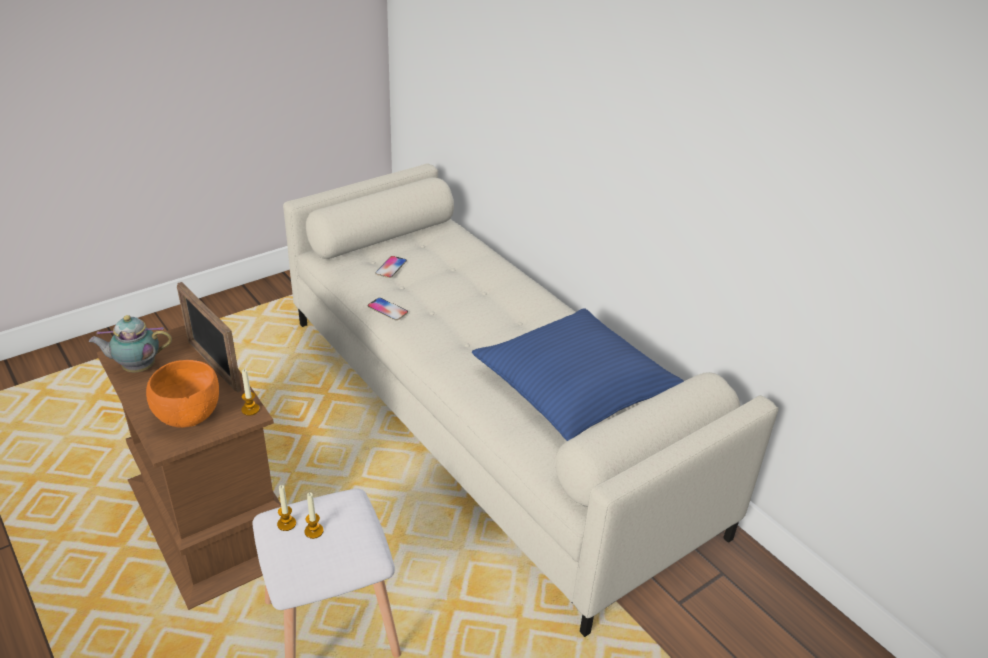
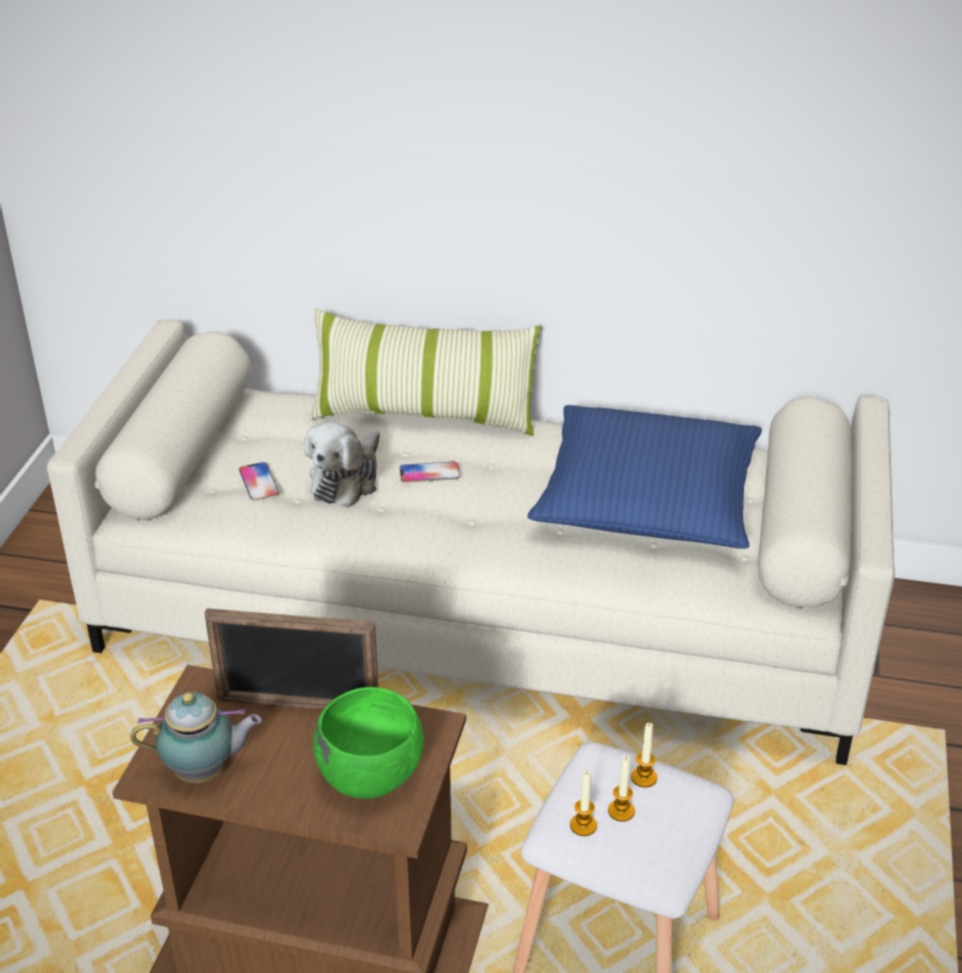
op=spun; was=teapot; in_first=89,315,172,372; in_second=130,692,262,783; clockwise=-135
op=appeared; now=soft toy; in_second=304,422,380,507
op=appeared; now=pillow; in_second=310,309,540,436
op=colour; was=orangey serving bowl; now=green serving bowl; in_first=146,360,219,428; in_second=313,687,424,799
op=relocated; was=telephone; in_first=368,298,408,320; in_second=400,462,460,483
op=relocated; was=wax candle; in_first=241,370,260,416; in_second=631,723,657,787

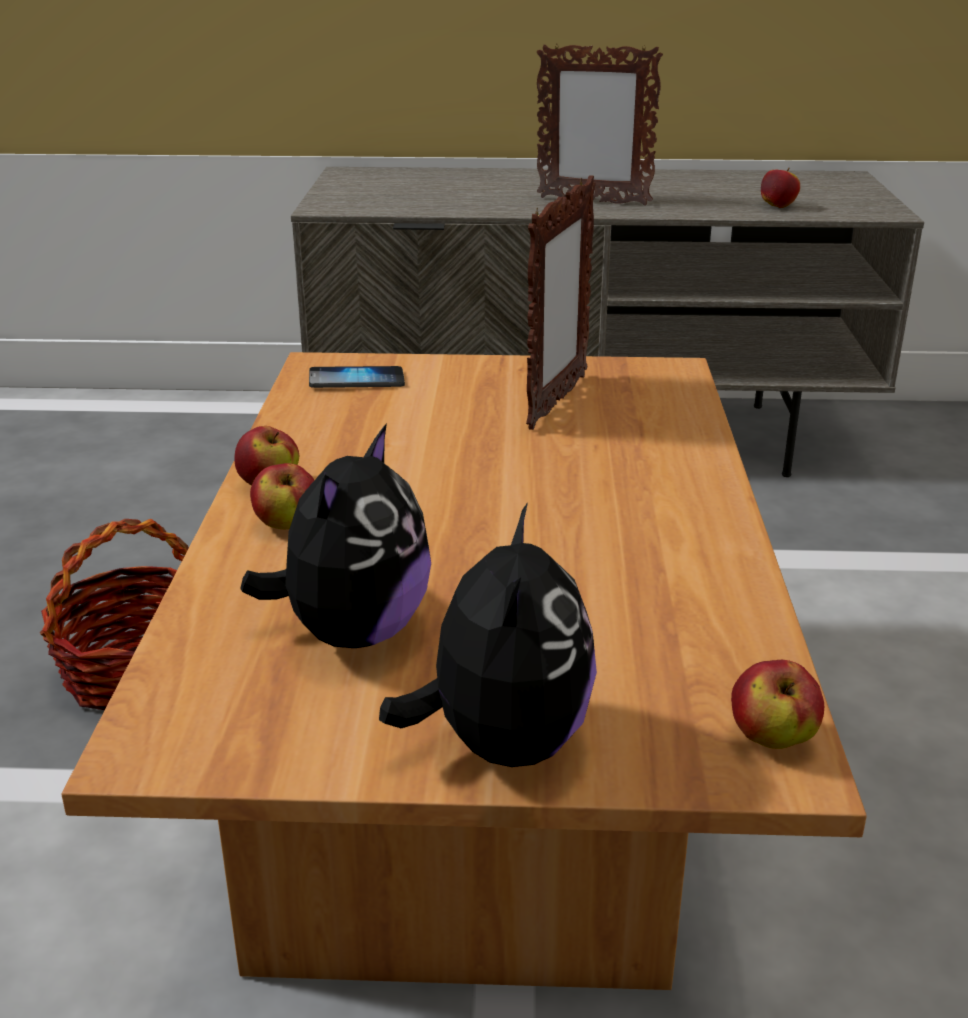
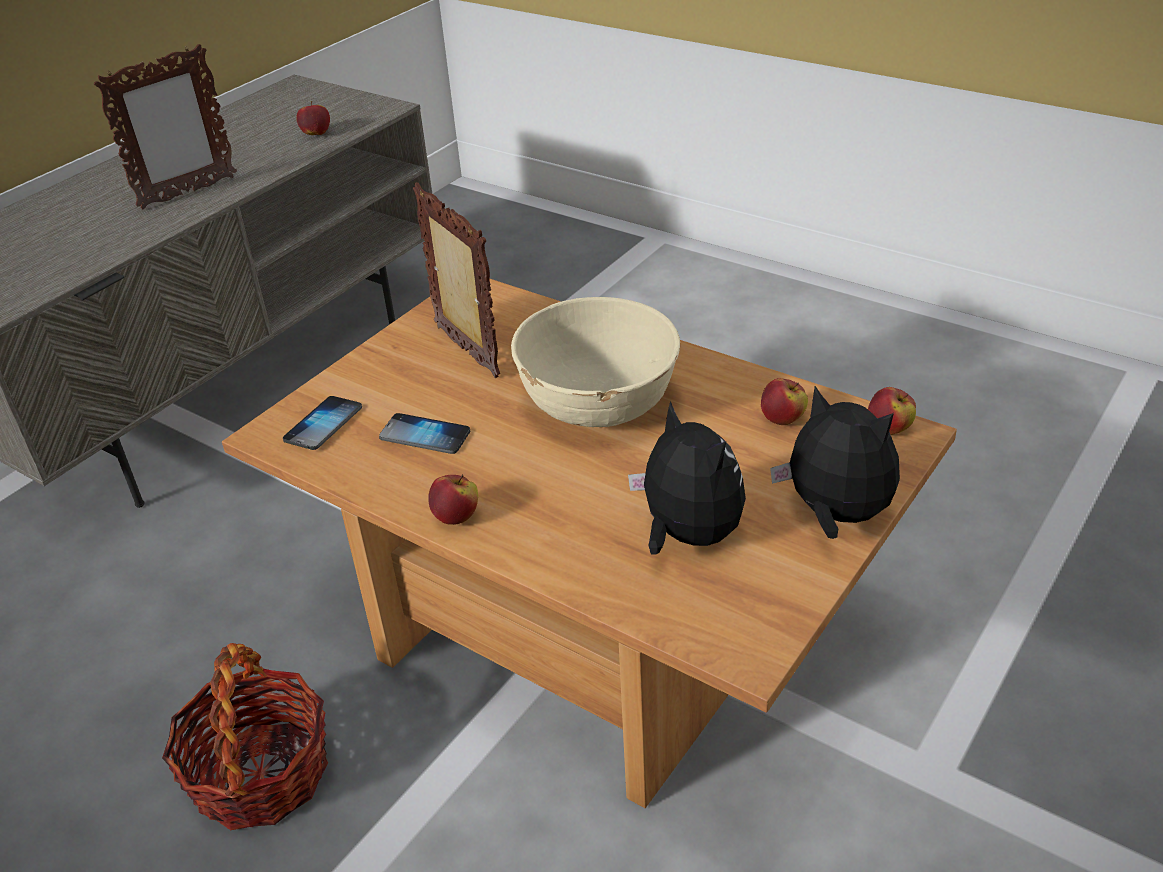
op=appeared; now=telephone; in_second=379,413,470,454
op=appeared; now=sand-coloured serving bowl; in_second=511,297,680,427
op=relocated; was=apple fruit; in_first=250,463,314,529; in_second=761,378,808,425

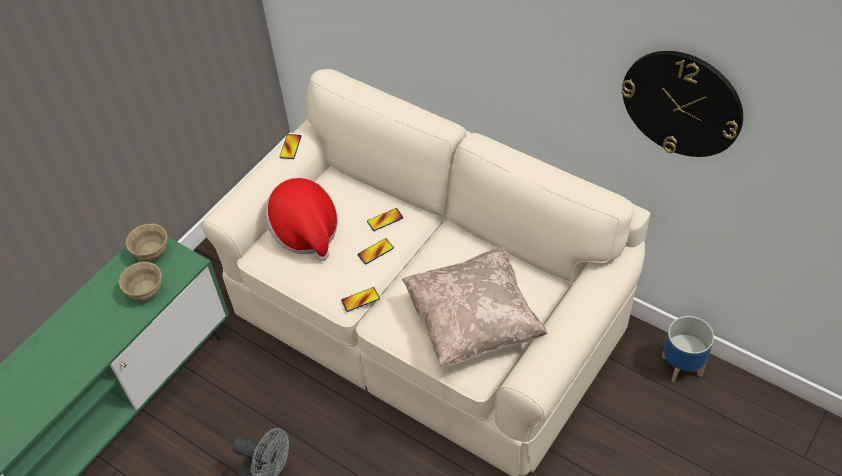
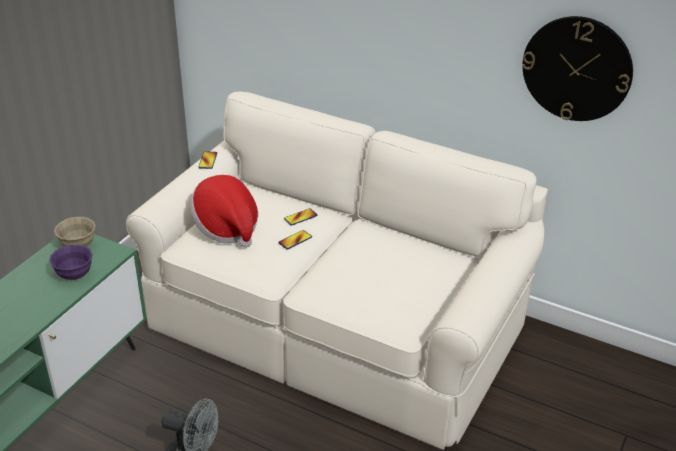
op=colour; was=sand-coloured serving bowl; now=purple serving bowl; in_first=119,262,162,301; in_second=49,245,93,280
op=missing; was=telephone; in_first=341,287,380,312
op=missing; was=sand-coloured pillow; in_first=402,247,547,369
op=missing; was=planter; in_first=662,316,714,383

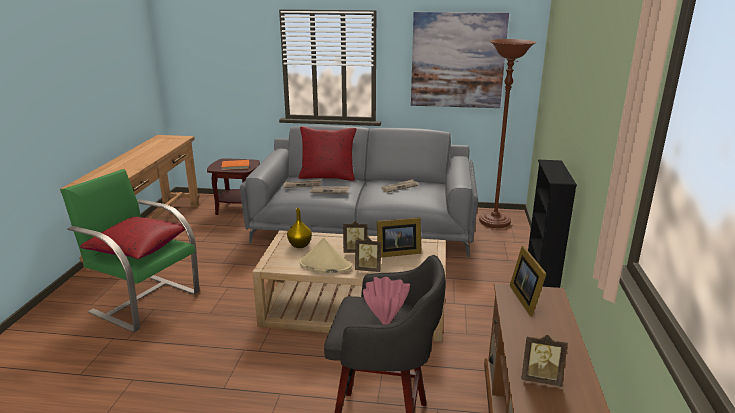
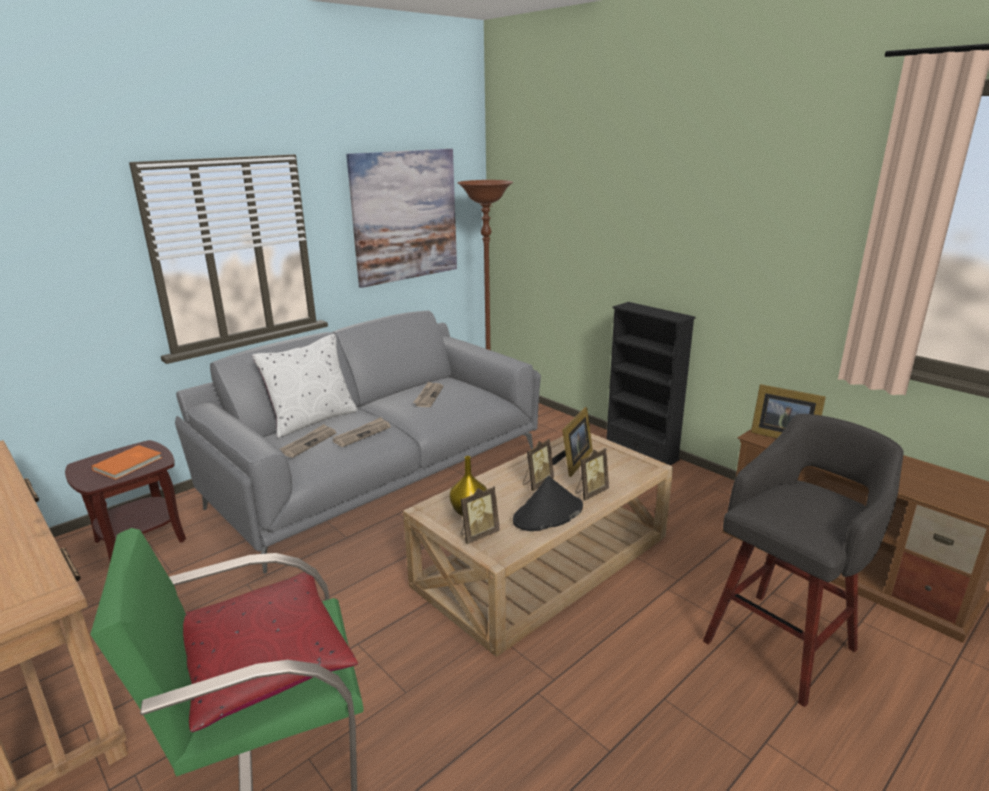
op=colour; was=reddish pillow; now=white-coloured pillow; in_first=299,126,357,181; in_second=252,334,358,438
op=relocated; was=photo frame; in_first=521,335,568,386; in_second=460,486,500,544
op=colour; was=sand-coloured wearable hat; now=blackish wearable hat; in_first=299,238,352,273; in_second=513,476,583,531
op=missing; was=pink vase; in_first=363,277,410,325

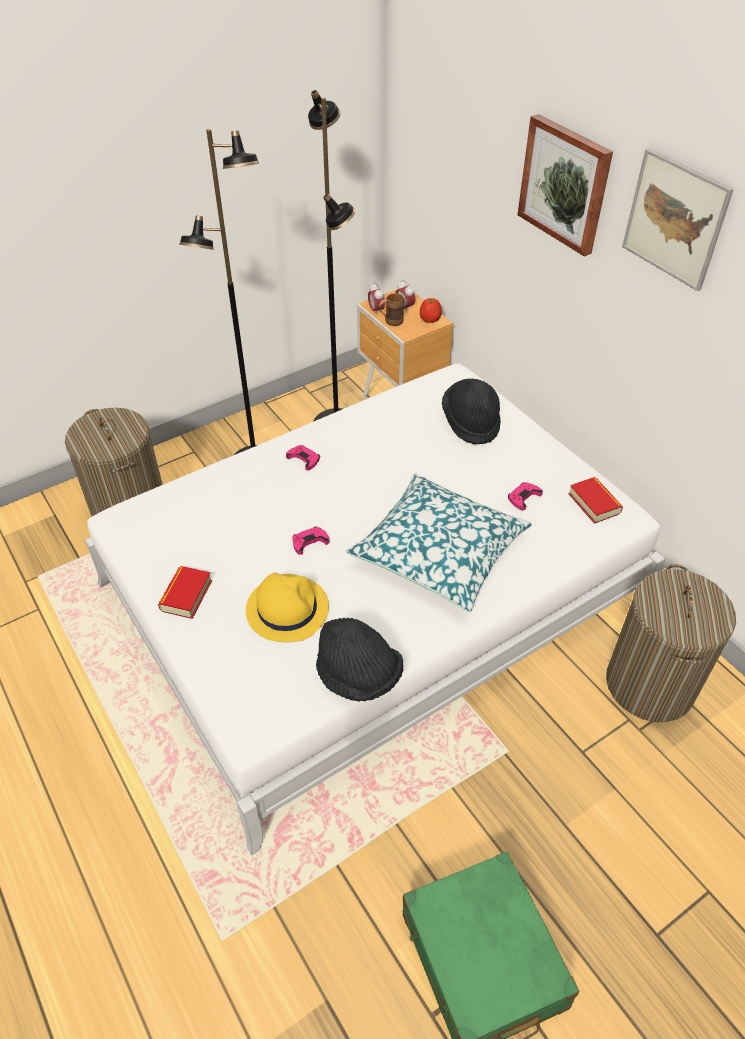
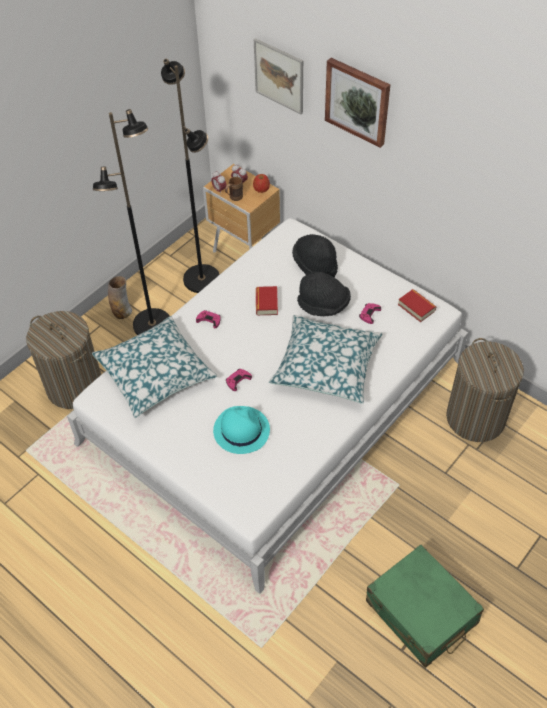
op=appeared; now=pillow; in_second=92,316,217,418
op=appeared; now=vase; in_second=108,276,132,319
op=colour; was=yellow wearable hat; now=turquoise wearable hat; in_first=246,573,329,642; in_second=213,406,270,454
op=relocated; was=wall art; in_first=622,148,734,291; in_second=254,38,303,114
op=relocated; was=book; in_first=158,566,212,619; in_second=256,286,278,315
op=relocated; was=blackish wearable hat; in_first=316,618,403,702; in_second=297,272,351,316

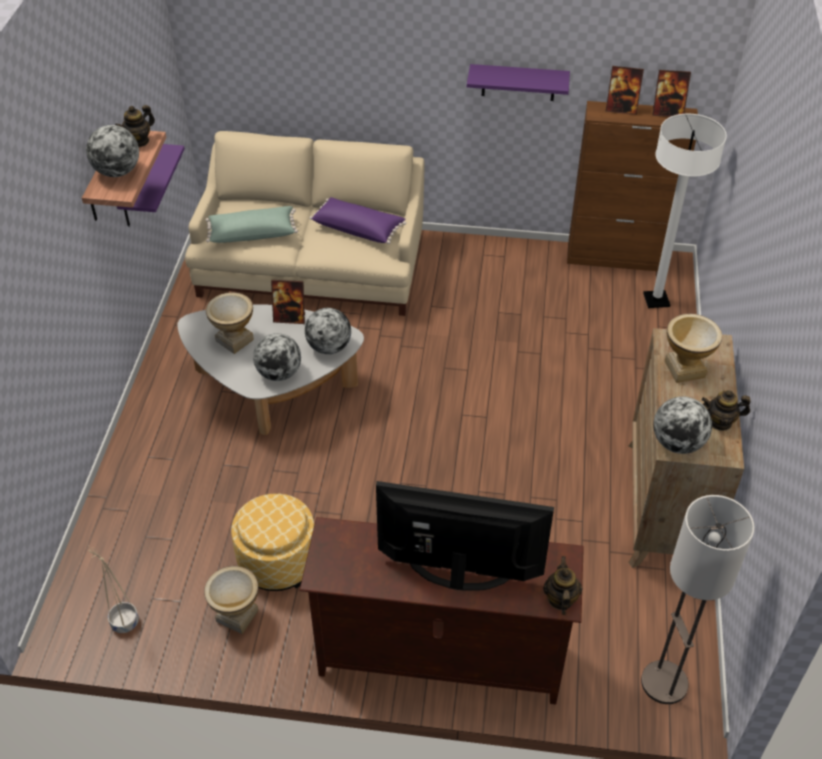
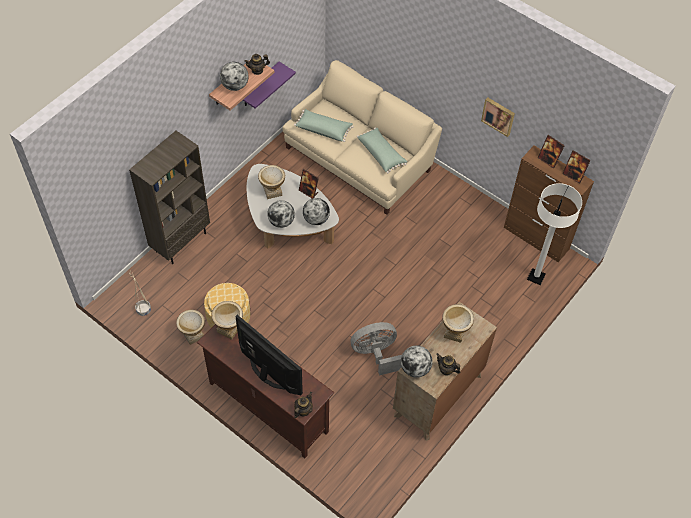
op=appeared; now=brown shelving unit; in_second=129,131,210,264
op=appeared; now=vase; in_second=212,301,243,340
op=appeared; now=grey electric fan; in_second=351,322,402,375
op=colour; was=purple pillow; now=green pillow; in_first=309,197,406,244; in_second=357,128,407,174
op=exchanged; was=purple shelf; now=wall art; in_first=467,64,570,101; in_second=481,97,515,137
op=missing; was=standard lamp; in_first=641,495,755,704

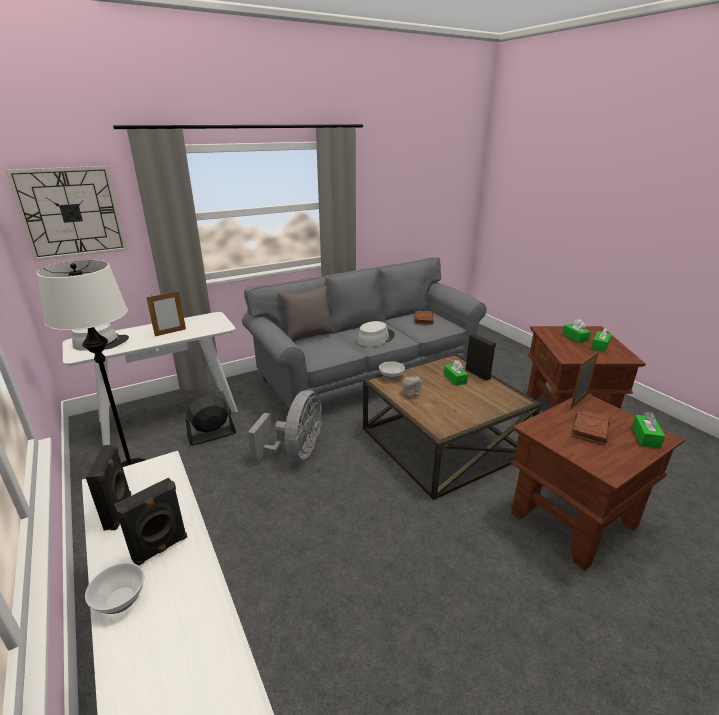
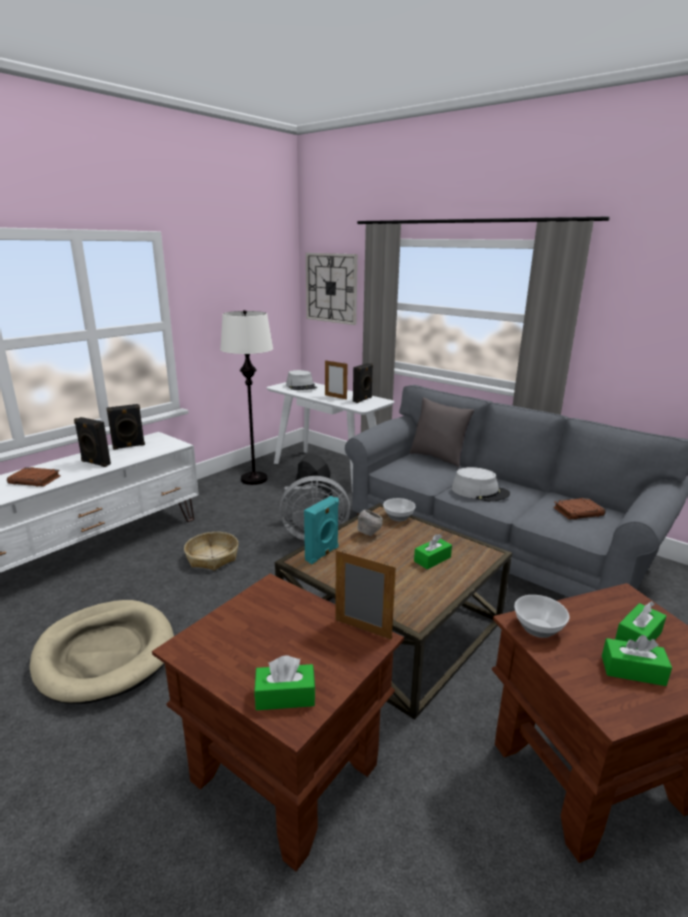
op=relocated; was=brown book; in_first=572,409,610,445; in_second=7,467,61,487
op=appeared; now=sand-coloured dog bed; in_second=30,600,174,704
op=appeared; now=storage basket; in_second=184,532,238,570
op=appeared; now=turquoise loudspeaker; in_second=304,496,339,564
op=relocated; was=blackish loudspeaker; in_first=465,333,496,381; in_second=353,363,373,403
op=relocated; was=serving bowl; in_first=85,562,144,614; in_second=514,595,569,638

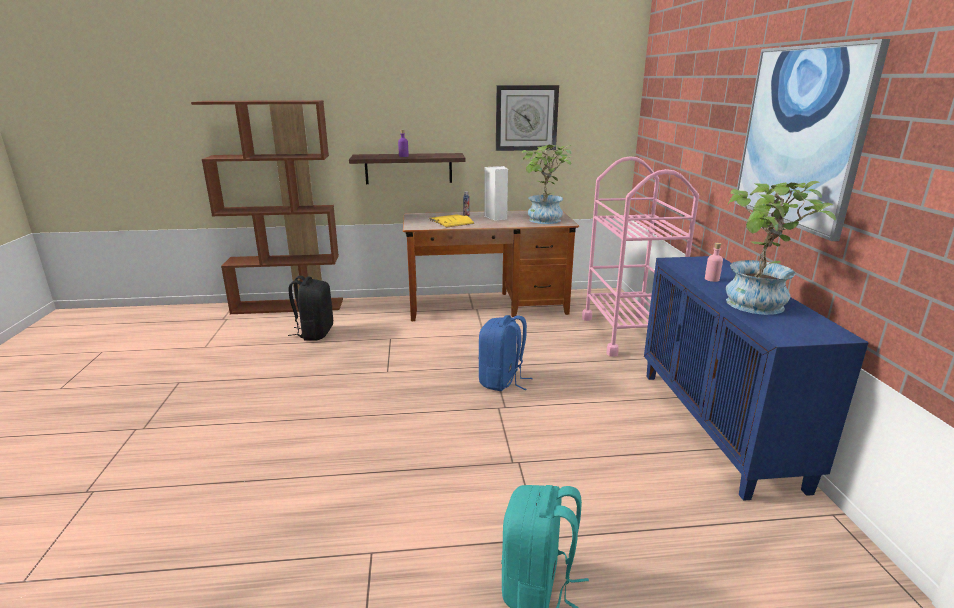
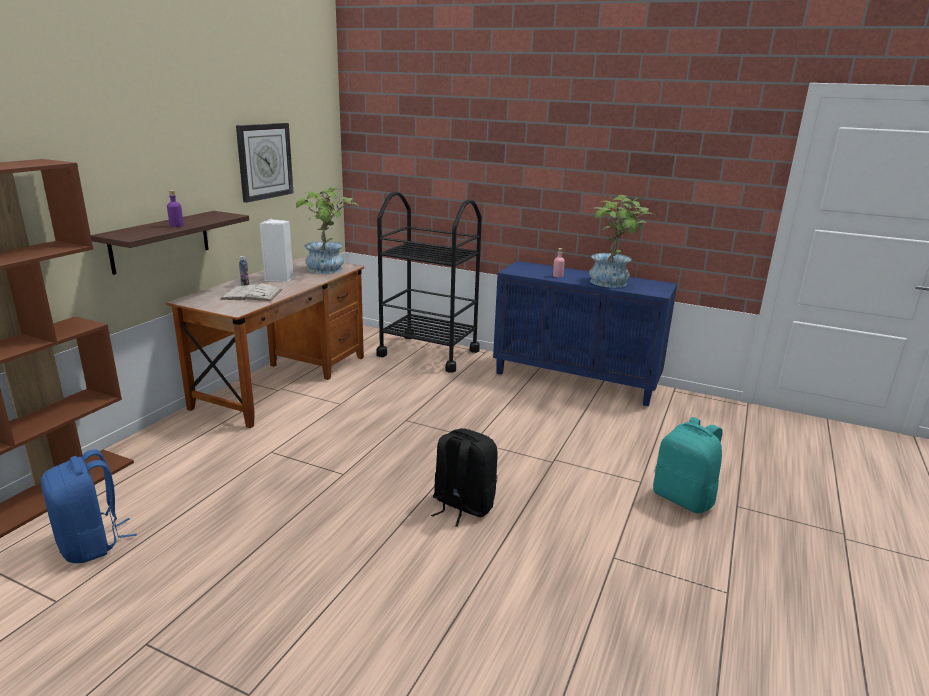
op=relocated; was=blue-coloured backpack; in_first=478,315,532,391; in_second=41,450,137,563
op=colour; was=yellow book; now=white-coloured book; in_first=429,214,475,228; in_second=220,283,282,301
op=colour; was=pink trolley; now=blackish trolley; in_first=582,156,699,357; in_second=376,191,482,373
op=relocated; was=blackish backpack; in_first=288,276,333,341; in_second=431,428,498,527
op=missing; was=wall art; in_first=734,39,890,241

